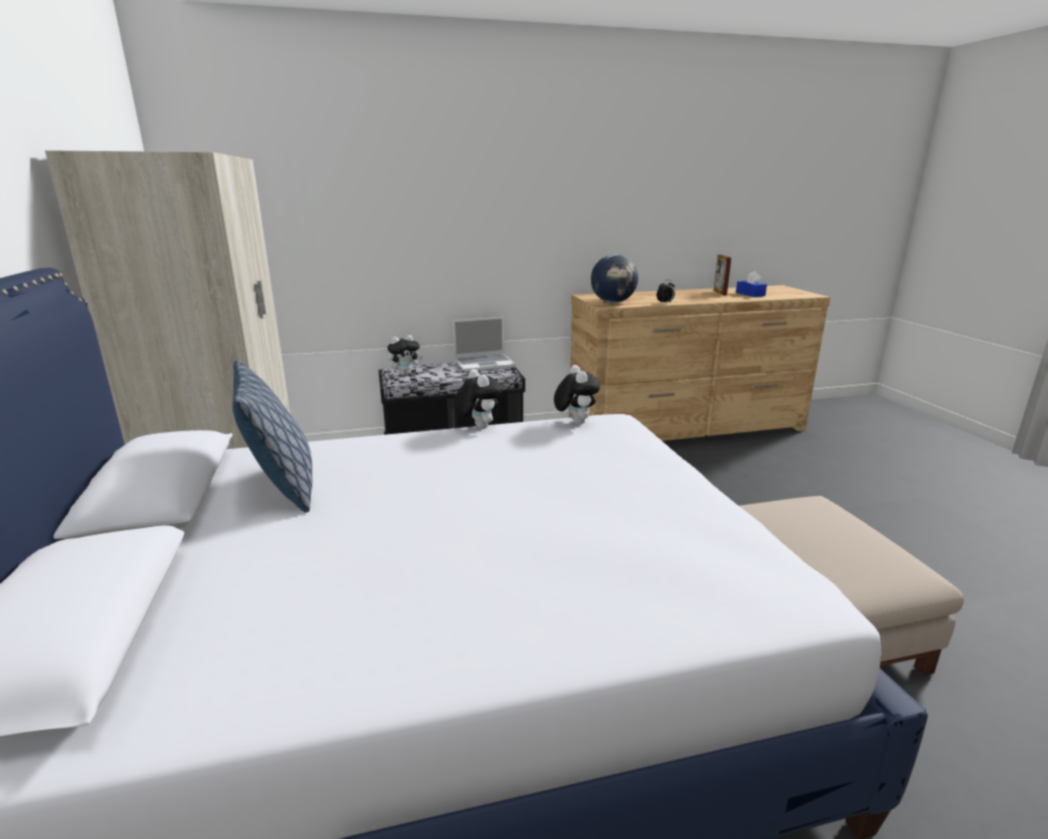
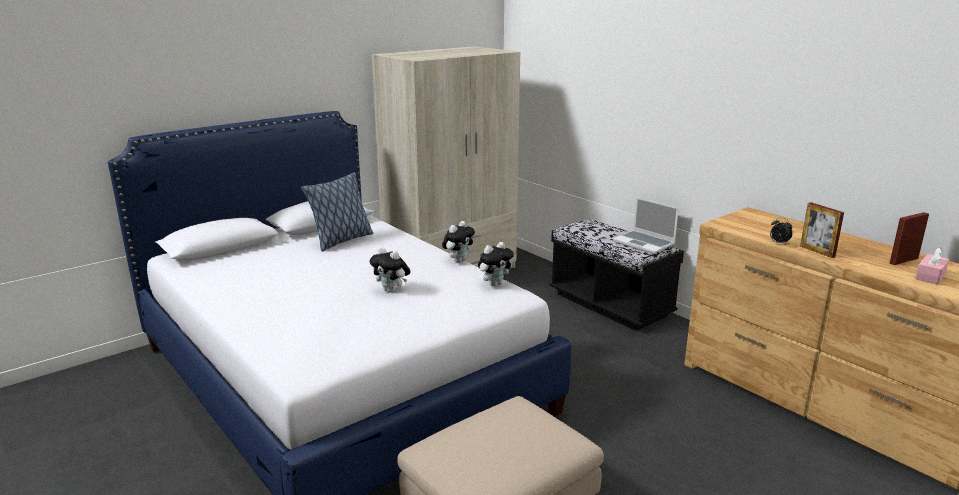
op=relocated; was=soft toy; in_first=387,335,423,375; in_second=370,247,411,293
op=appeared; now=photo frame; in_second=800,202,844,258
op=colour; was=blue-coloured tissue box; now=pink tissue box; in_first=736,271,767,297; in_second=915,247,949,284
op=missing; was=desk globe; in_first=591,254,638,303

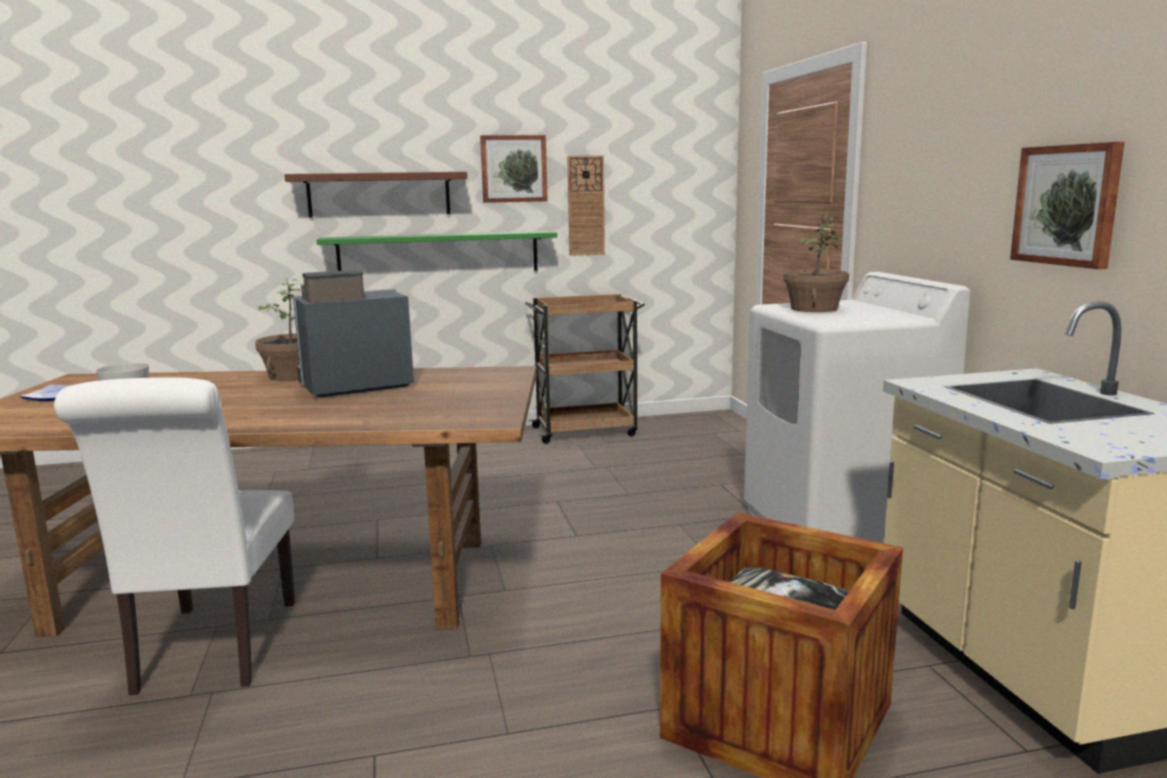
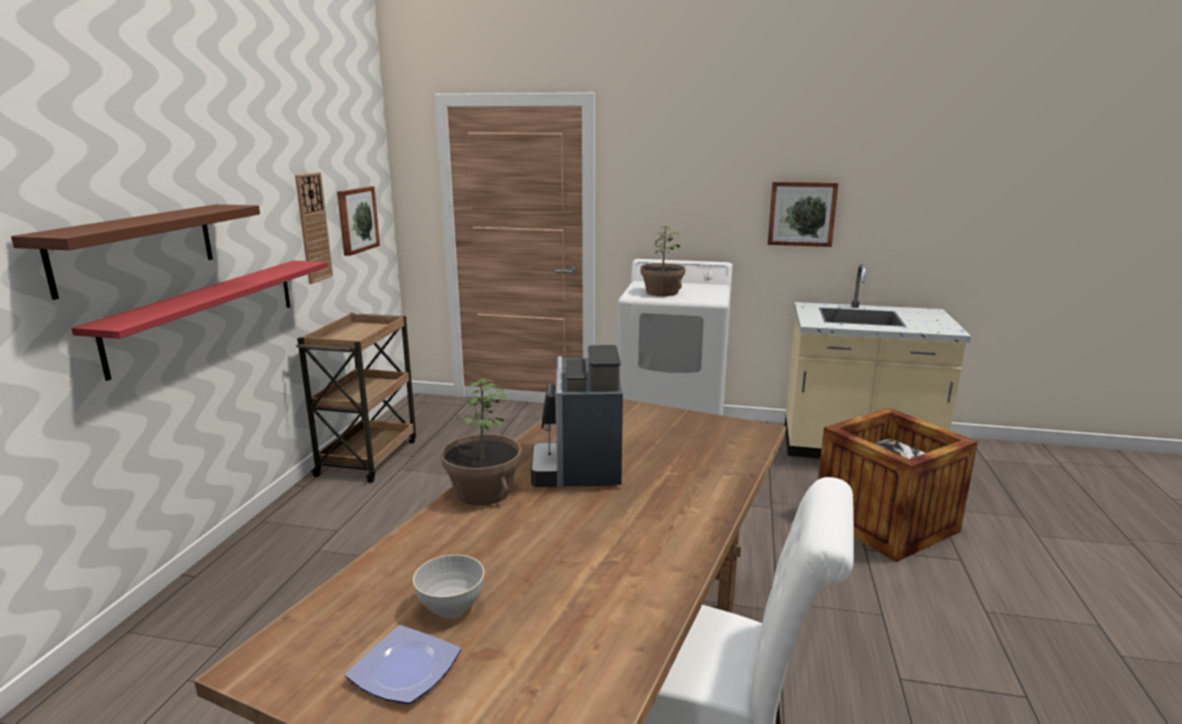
op=colour; was=green shelf; now=reddish shelf; in_first=316,231,557,271; in_second=71,261,328,381
op=relocated; was=wall art; in_first=480,135,548,203; in_second=337,186,380,256

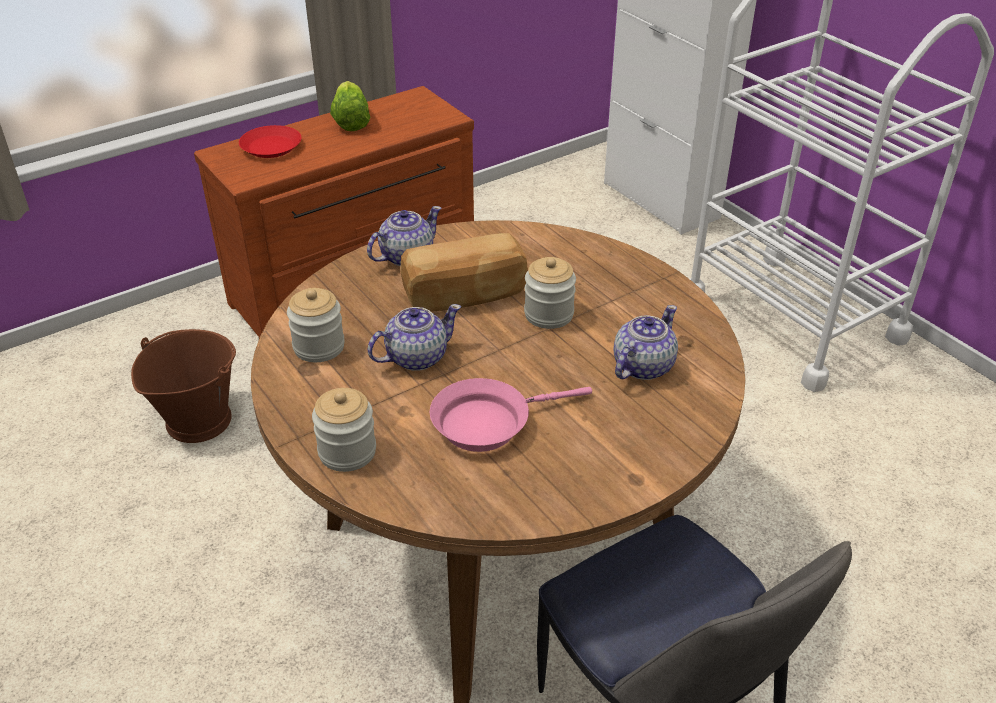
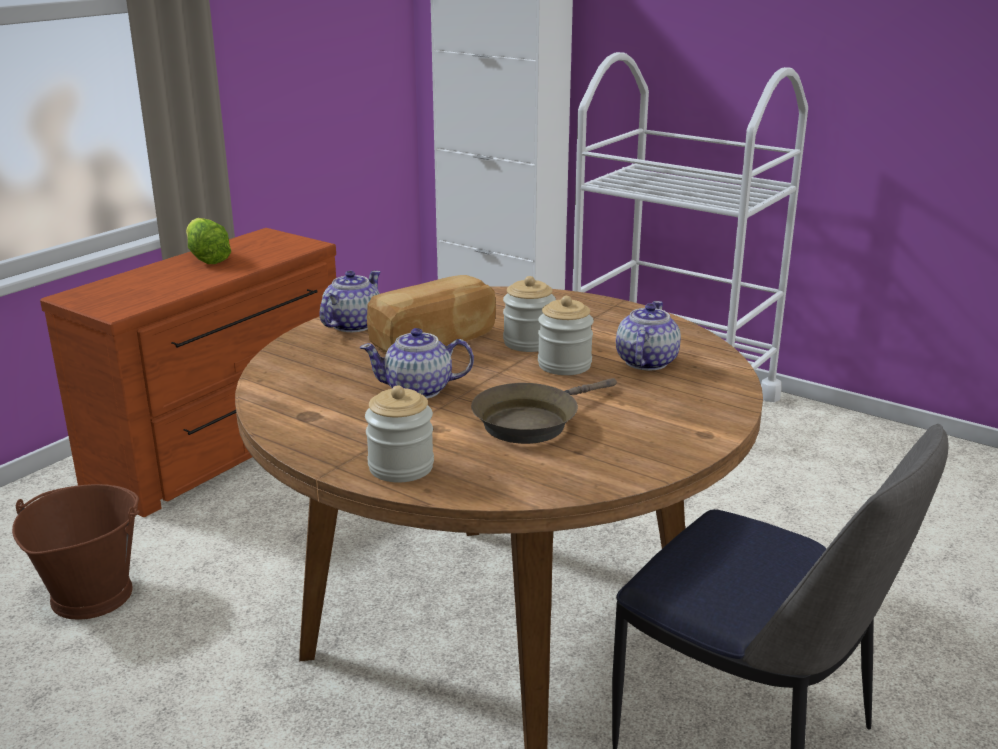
op=spun; was=teapot; in_first=367,304,461,371; in_second=360,328,474,399; clockwise=-135
op=colour; was=pink skillet; now=brown skillet; in_first=429,378,592,452; in_second=471,378,617,444
op=relocated; was=storage jar; in_first=287,288,345,362; in_second=538,296,594,375
op=missing; was=reddish plate; in_first=239,125,301,158

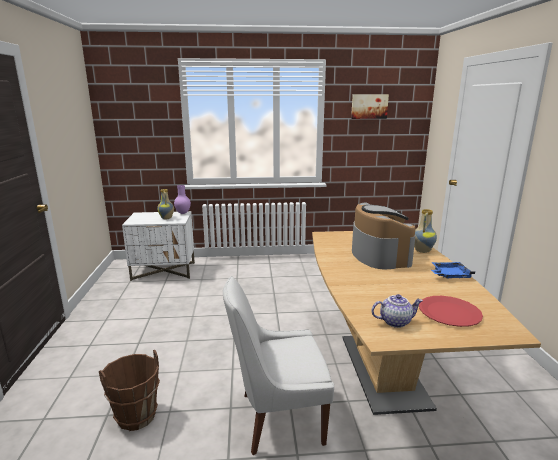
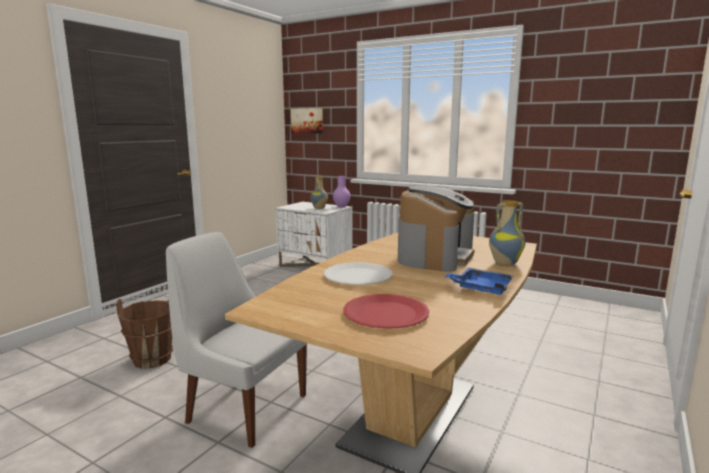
op=relocated; was=wall art; in_first=351,94,389,119; in_second=290,108,323,134
op=appeared; now=white-coloured plate; in_second=324,263,393,285
op=missing; was=teapot; in_first=371,294,423,328

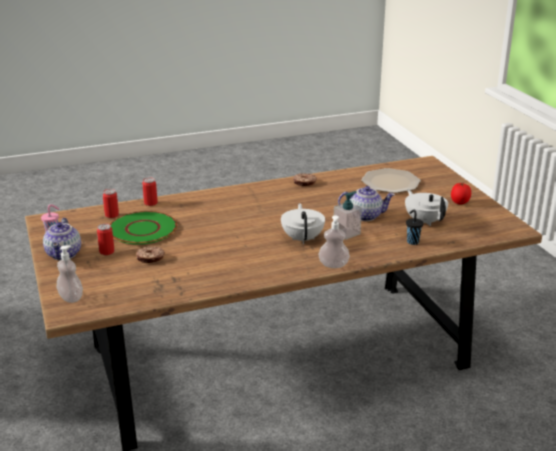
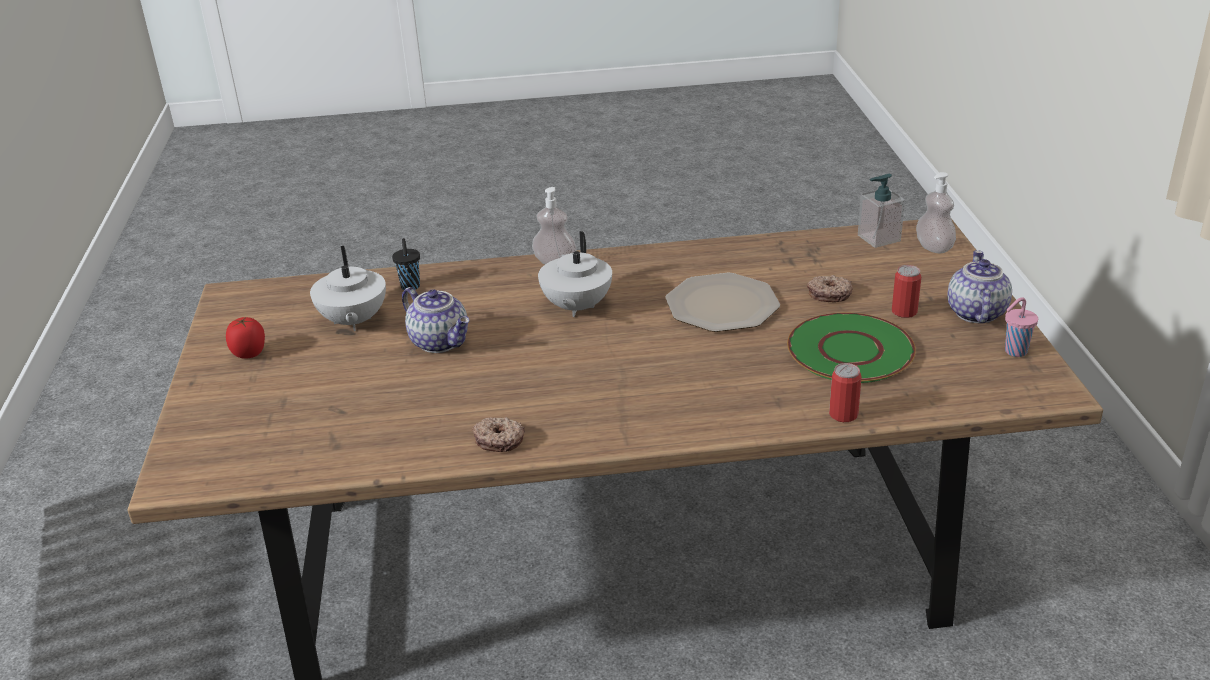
op=spun; was=teapot; in_first=338,186,395,221; in_second=402,287,470,353; clockwise=-150
op=relocated; was=plate; in_first=361,168,421,193; in_second=665,273,780,332
op=relocated; was=liquid soap bottle; in_first=334,191,362,240; in_second=858,174,905,248
op=missing; was=can; in_first=103,189,119,218

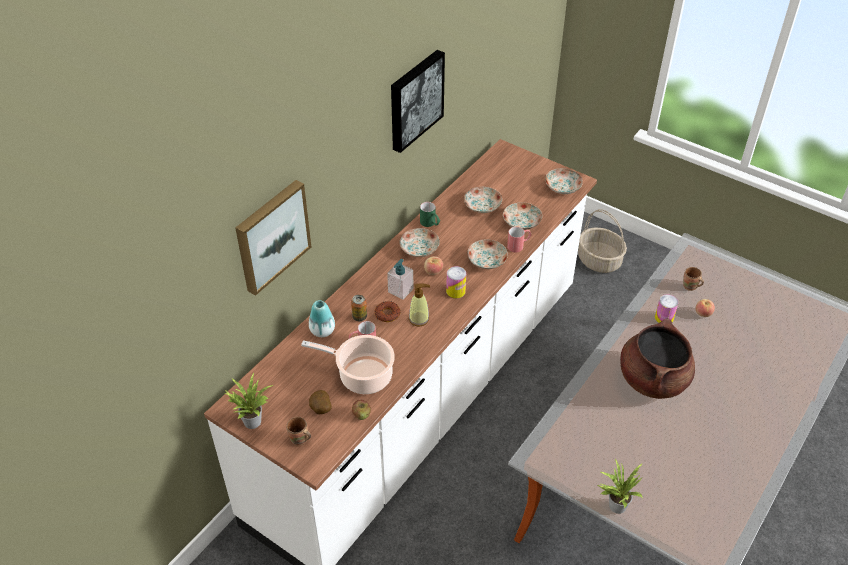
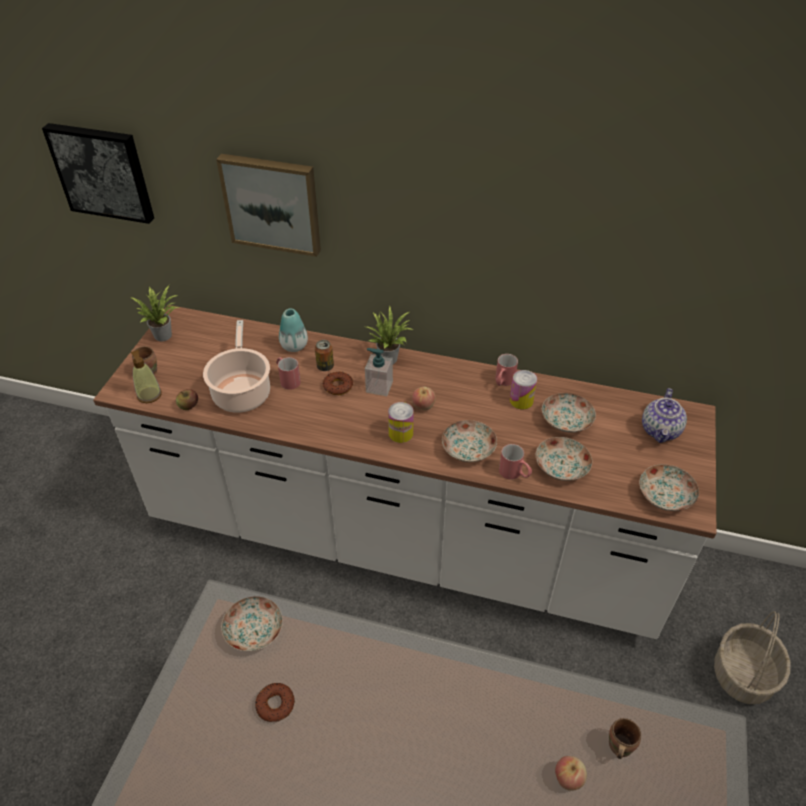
op=relocated; was=wall art; in_first=391,50,445,153; in_second=42,123,154,224
op=relocated; was=liquid soap bottle; in_first=409,283,430,327; in_second=131,350,162,403
op=relocated; was=plate; in_first=399,228,440,257; in_second=221,596,283,651
op=appeared; now=doughnut; in_second=255,683,295,722
op=relocated; was=potted plant; in_first=598,459,643,514; in_second=366,306,414,364
op=colour; was=green coffee mug; now=reddish coffee mug; in_first=420,202,440,227; in_second=495,354,518,386
op=relocated; was=can; in_first=655,294,678,323; in_second=510,370,537,409
op=appeared; now=teapot; in_second=642,388,687,443
op=missing; was=spud; in_first=309,390,332,414
op=missing; was=brown saucepot; in_first=620,318,695,399

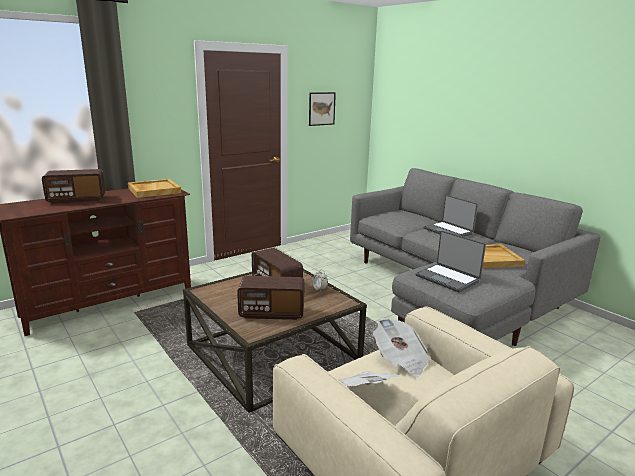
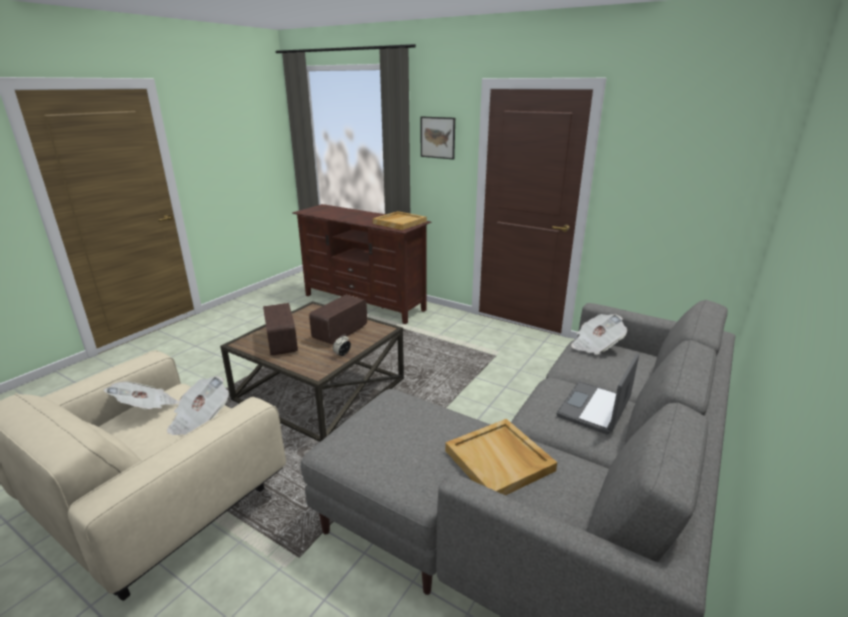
op=relocated; was=wall art; in_first=309,92,336,126; in_second=421,116,455,160
op=appeared; now=daily paper; in_second=571,314,627,355
op=missing; was=radio set; in_first=42,169,106,204
op=missing; was=laptop; in_first=416,230,486,292

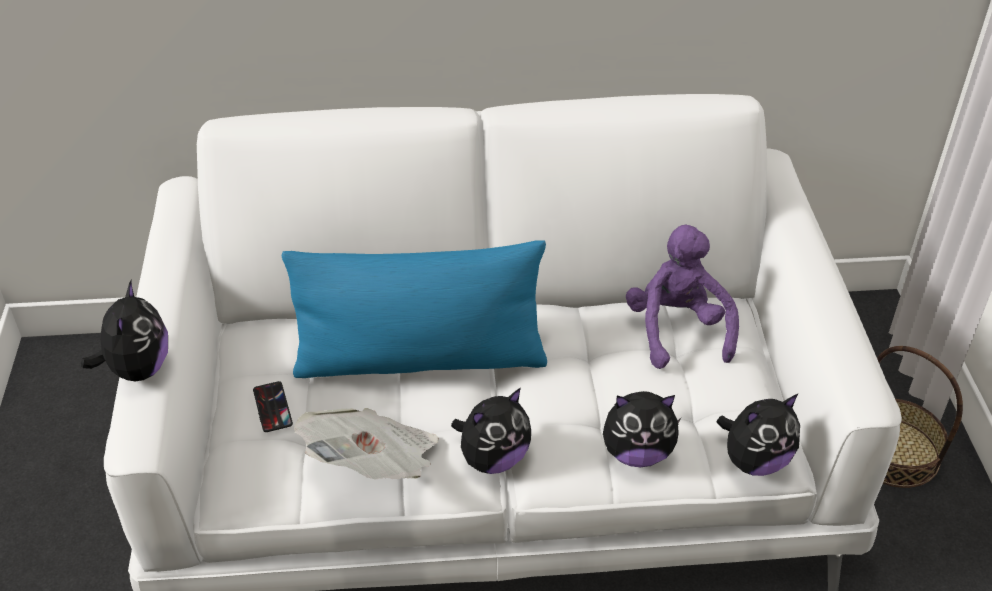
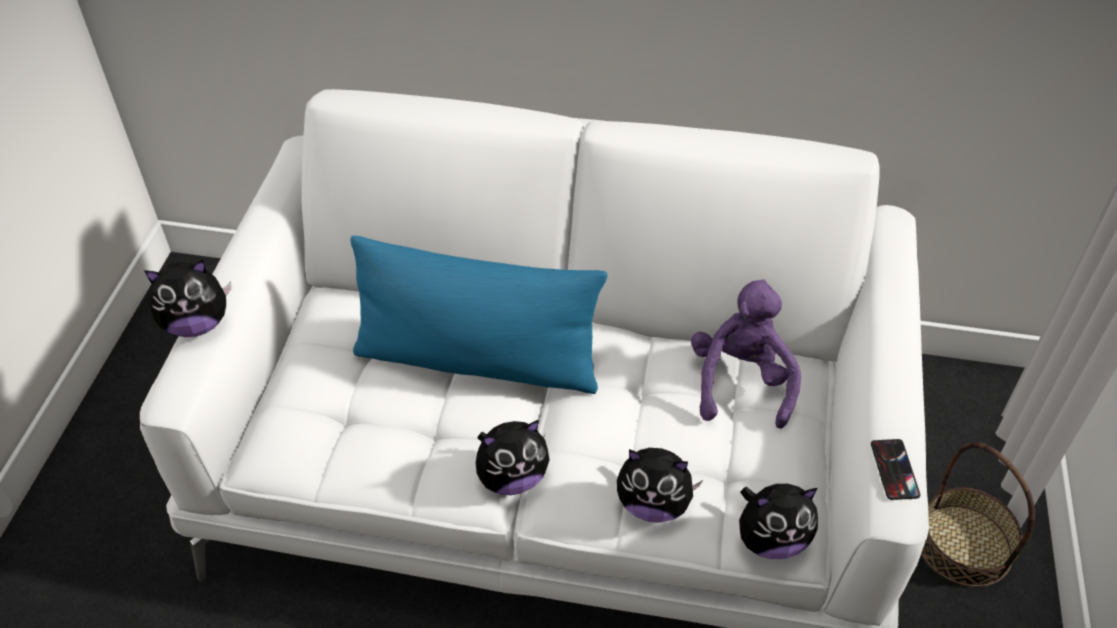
op=spun; was=soft toy; in_first=81,280,168,382; in_second=144,259,231,337; clockwise=60
op=relocated; was=telephone; in_first=253,381,293,432; in_second=871,439,920,500
op=missing; was=daily paper; in_first=294,408,439,479

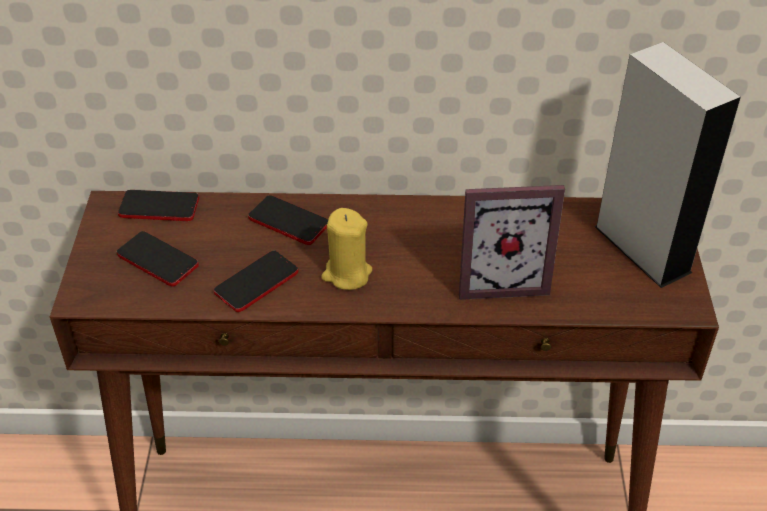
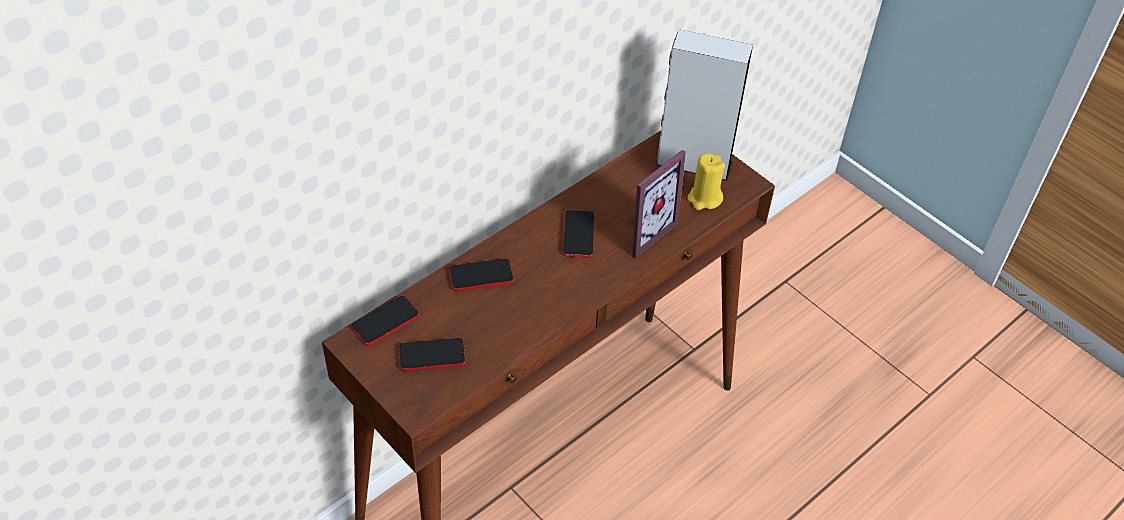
op=relocated; was=telephone; in_first=214,250,298,312; in_second=563,210,594,258
op=relocated; was=yellow wax candle; in_first=321,208,372,290; in_second=687,153,725,210

